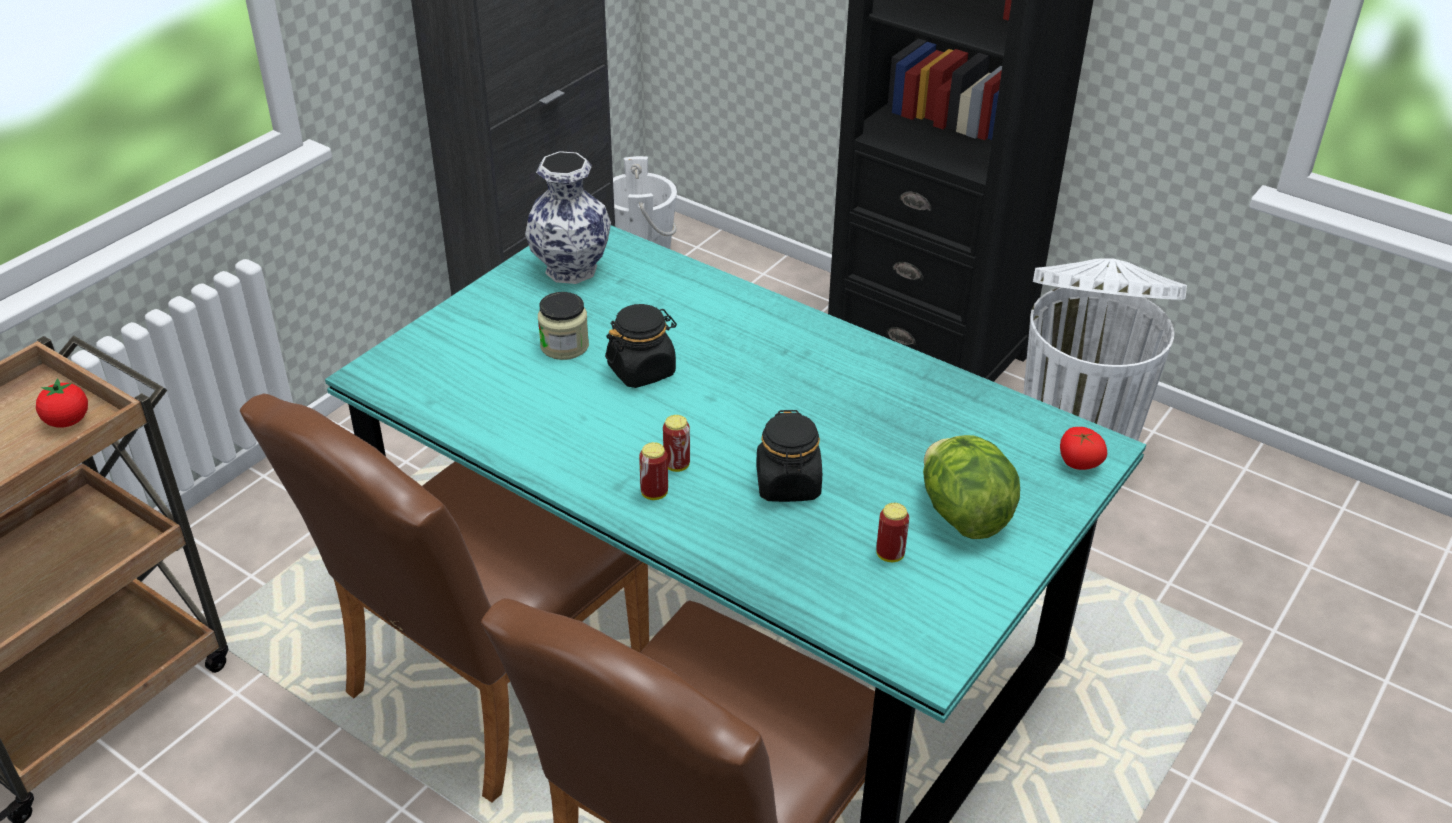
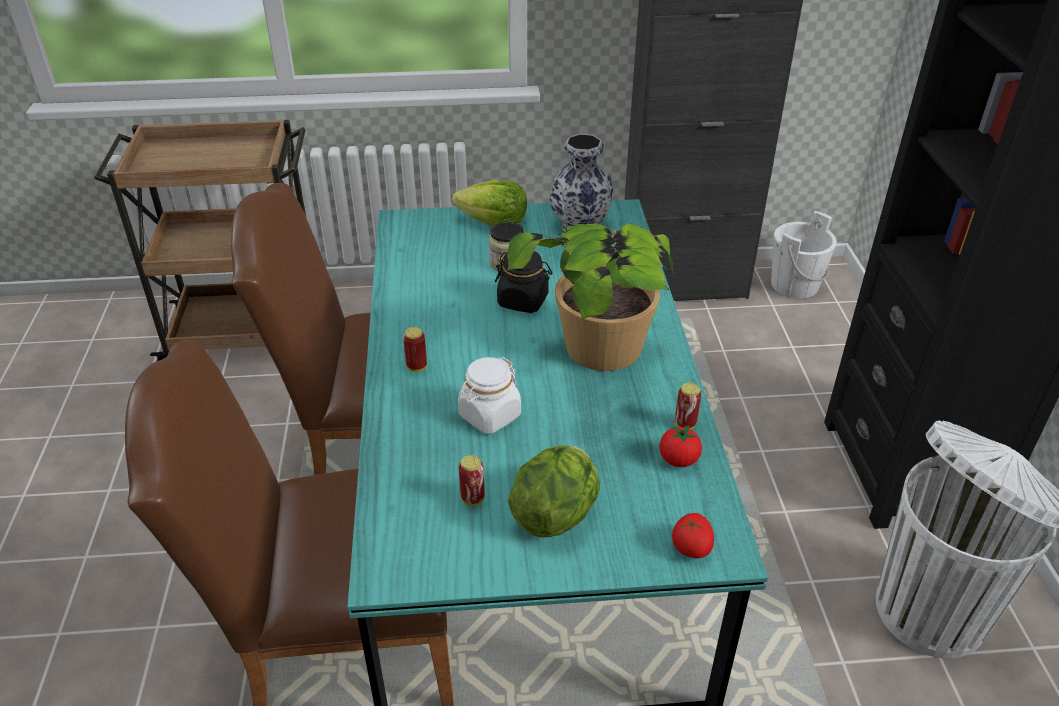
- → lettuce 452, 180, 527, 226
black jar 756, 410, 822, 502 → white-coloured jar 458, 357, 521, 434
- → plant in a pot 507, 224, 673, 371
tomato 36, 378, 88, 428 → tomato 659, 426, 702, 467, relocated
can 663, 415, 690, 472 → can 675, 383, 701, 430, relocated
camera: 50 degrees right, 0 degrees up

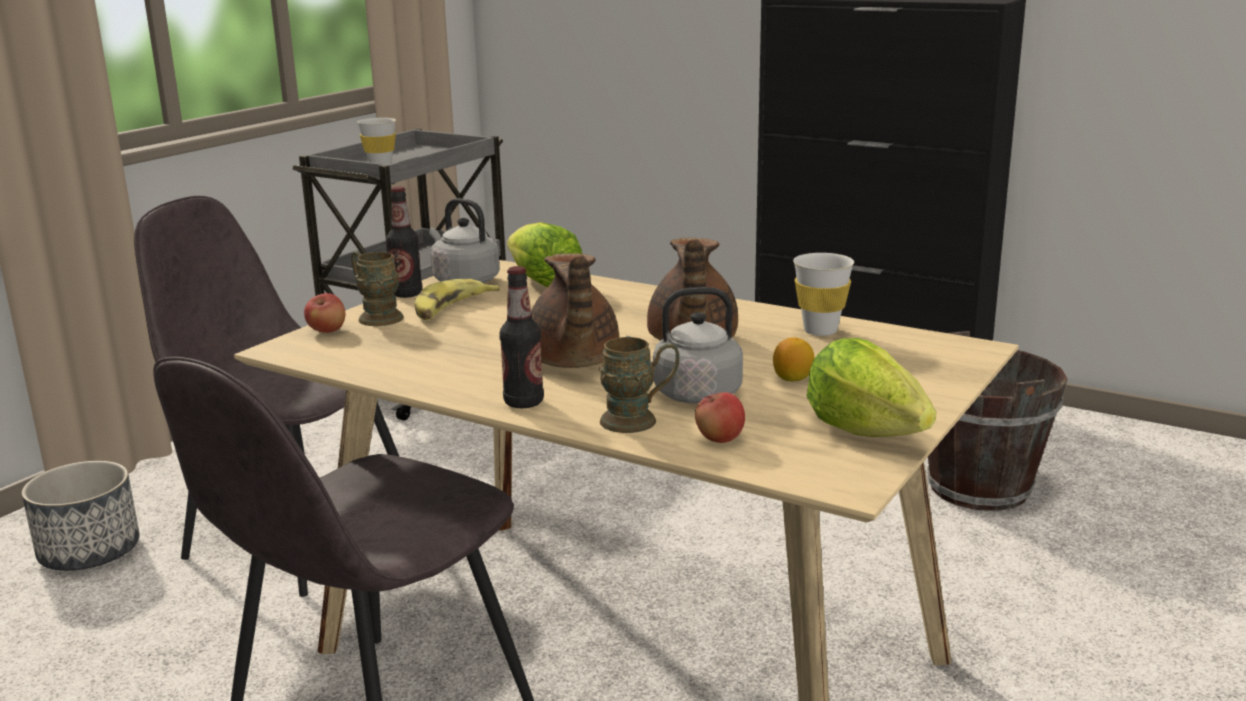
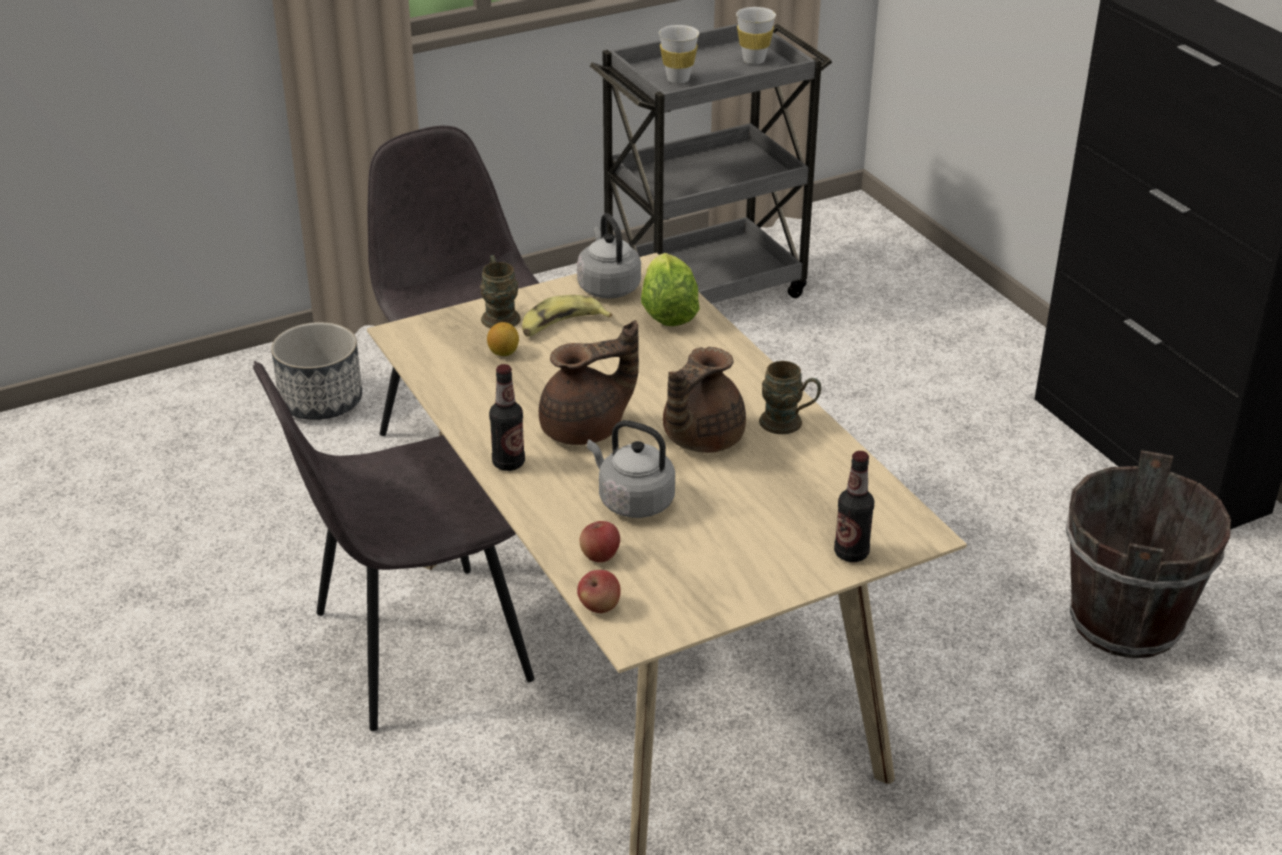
whole lemon 773, 337, 814, 381 → whole lemon 487, 322, 519, 356, relocated
brown-coloured teapot 531, 253, 619, 368 → brown-coloured teapot 539, 320, 639, 445, 135 degrees counterclockwise
apple 304, 293, 345, 333 → apple 577, 570, 621, 613, relocated
white-coloured drinking cup 793, 253, 854, 336 → white-coloured drinking cup 736, 7, 776, 64, relocated
brown-coloured coffee mug 599, 337, 679, 433 → brown-coloured coffee mug 759, 361, 821, 434, relocated
drink bottle 386, 187, 423, 298 → drink bottle 834, 451, 874, 562, relocated
lettuce 806, 338, 936, 437 → -
camera: 30 degrees right, 15 degrees up

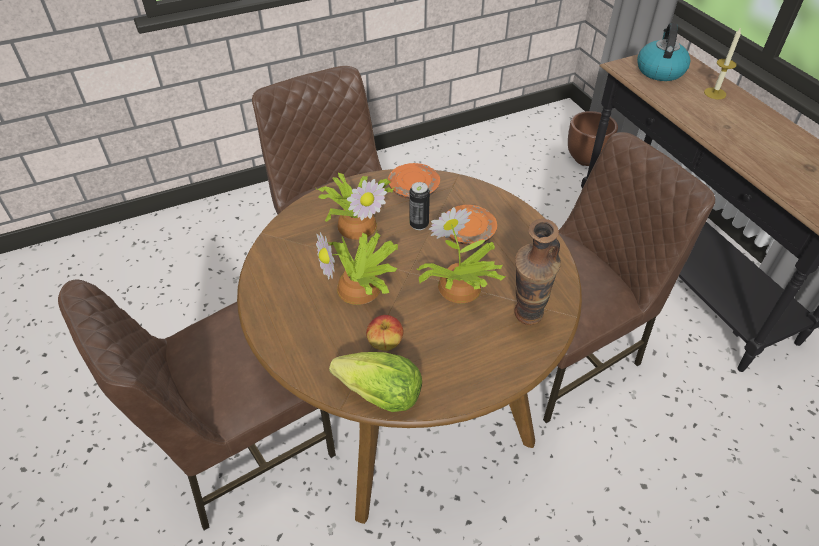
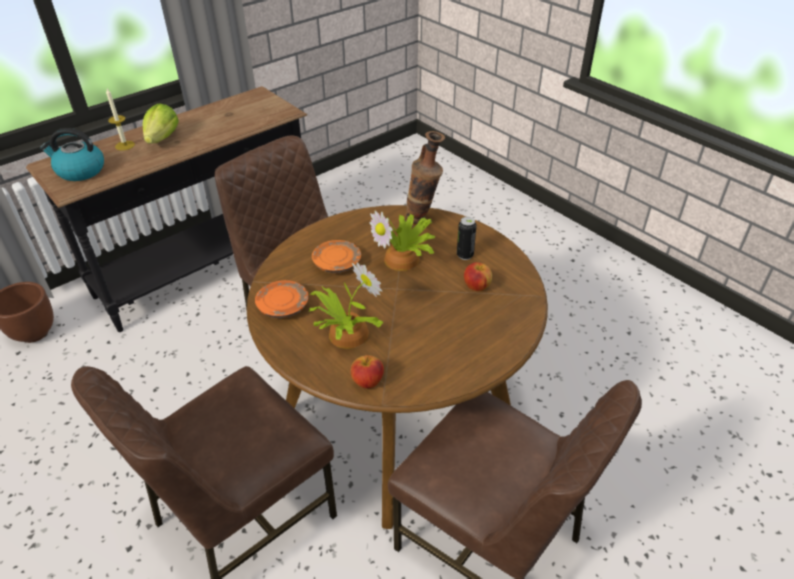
lettuce 329, 352, 422, 412 → lettuce 143, 103, 179, 144, relocated
- → apple 351, 355, 384, 388
can 409, 182, 430, 230 → can 457, 217, 477, 260, relocated
plant in a pot 316, 232, 398, 305 → -
camera: 105 degrees left, 5 degrees down

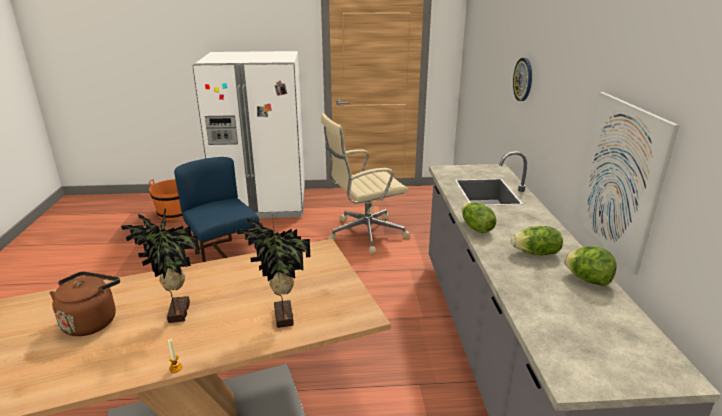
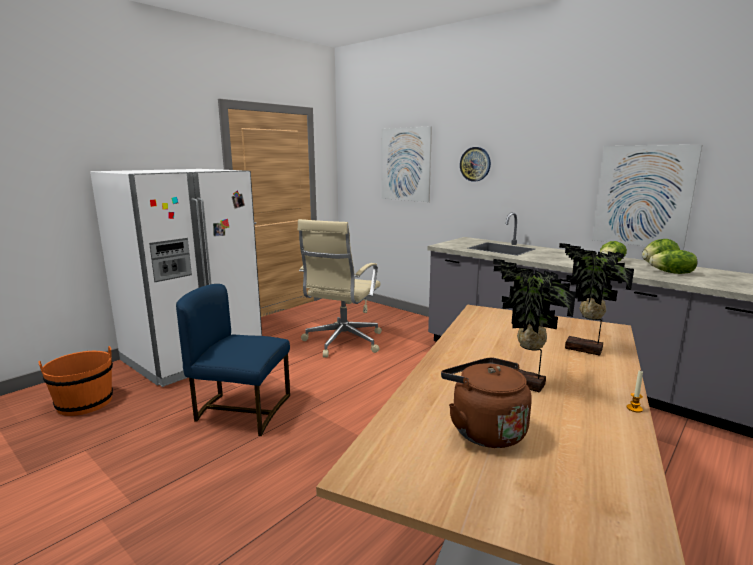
- → picture 381, 126, 432, 202
lettuce 462, 202, 496, 233 → lettuce 649, 250, 697, 274, relocated
camera: 45 degrees left, 10 degrees down

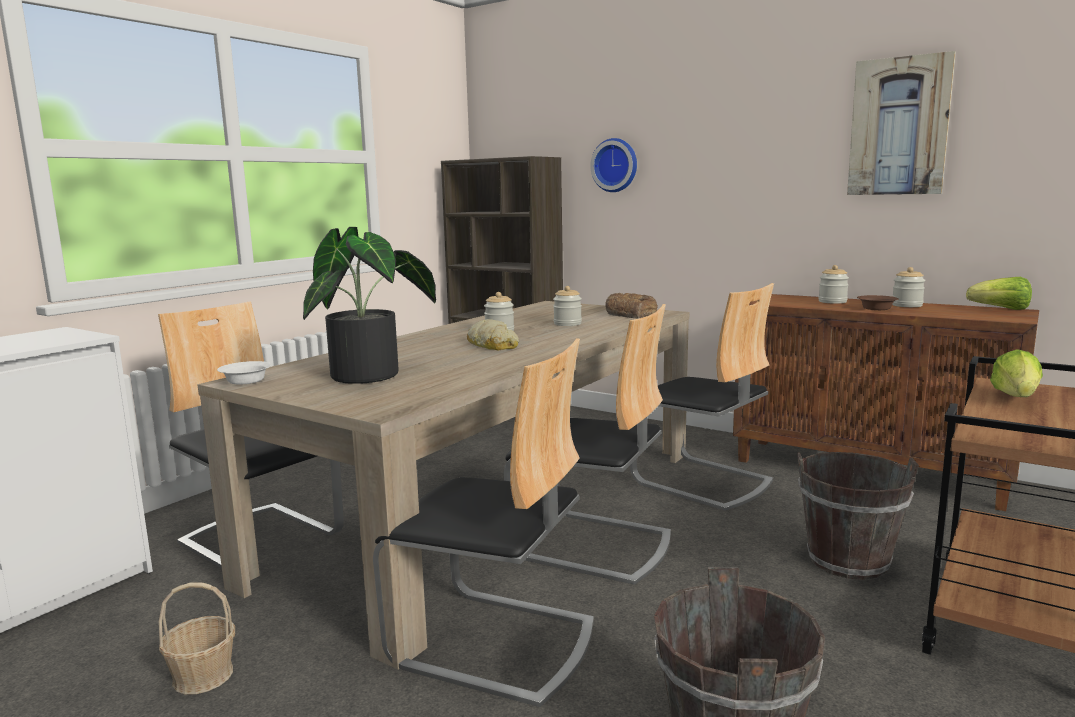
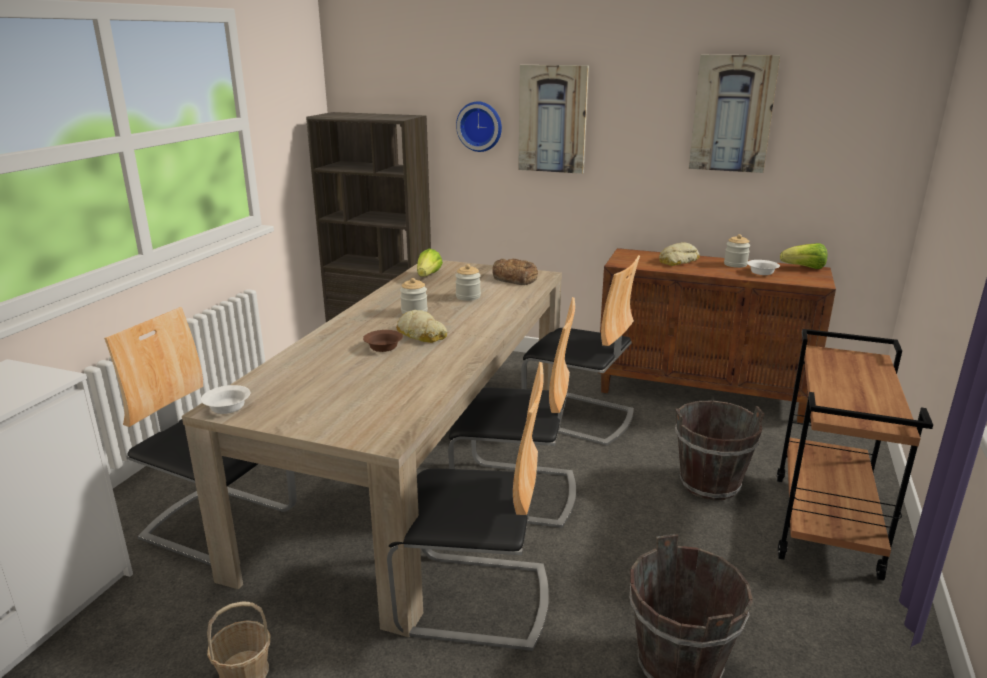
brown-coloured bowl 857, 295, 898, 310 → brown-coloured bowl 363, 330, 403, 352, relocated
lettuce 990, 349, 1043, 397 → lettuce 417, 249, 443, 277, relocated
- → picture 518, 65, 589, 174
jar 818, 265, 849, 304 → bread 659, 243, 700, 266
- → white-coloured bowl 747, 260, 780, 275
plant in a pot 303, 227, 436, 384 → -
camera: 15 degrees left, 10 degrees up

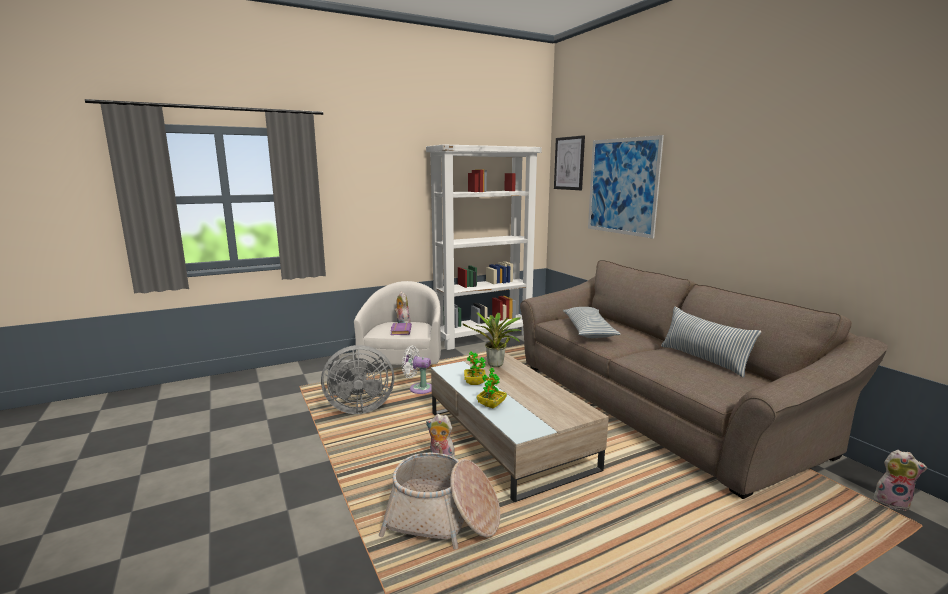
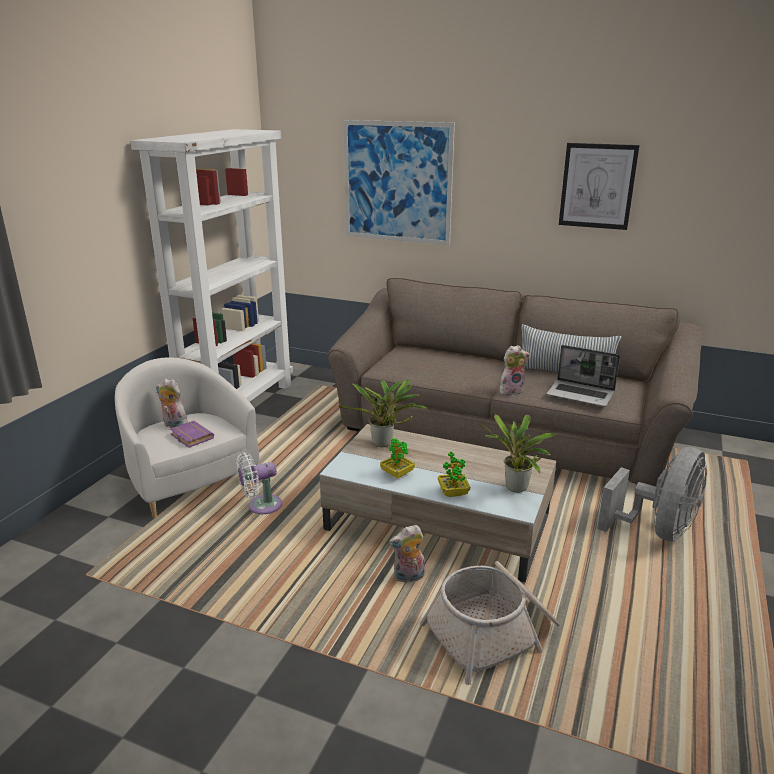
- → plant in a pot 481, 415, 558, 493
cuddly toy 874, 450, 927, 511 → cuddly toy 500, 345, 530, 395, relocated
- → portable computer 547, 345, 620, 407
picture 554, 135, 585, 190 → picture 559, 143, 639, 230, relocated
gray cooling fan 321, 345, 394, 414 → gray cooling fan 597, 447, 707, 542, relocated
throw pillow 563, 307, 621, 338 → -
camera: 40 degrees left, 10 degrees up

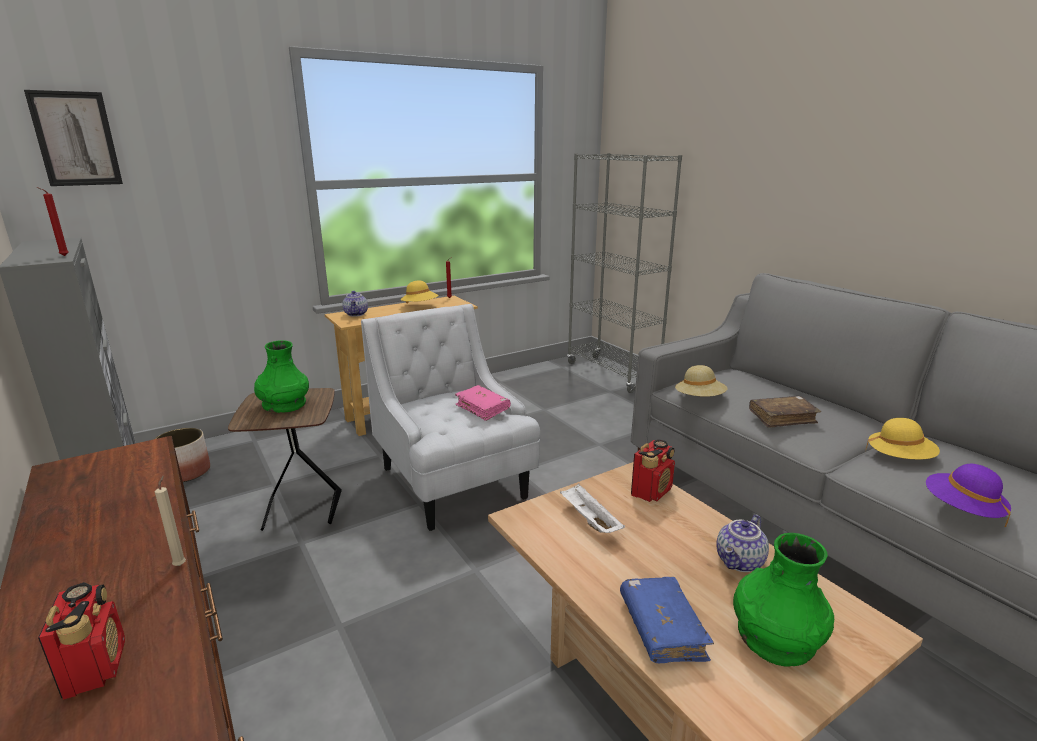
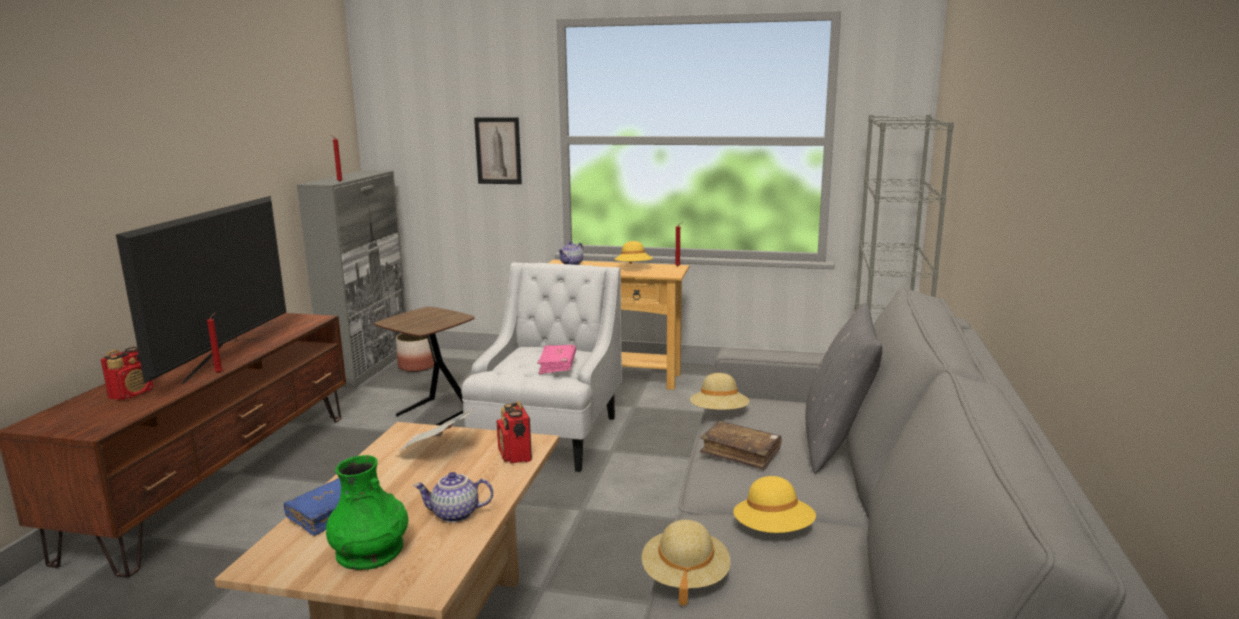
- → TV set 116, 196, 286, 385
beige wax candle 155, 475, 186, 566 → red-coloured wax candle 207, 312, 223, 373
white-coloured carrying tray 560, 484, 625, 533 → newspaper 399, 408, 473, 451
picture 24, 90, 123, 186 → picture 474, 117, 522, 184, relocated
radio 631, 439, 675, 502 → radio 497, 401, 532, 463, 75 degrees clockwise
purple clothing hat 926, 464, 1011, 527 → beige clothing hat 642, 520, 731, 606
- → gray throw pillow 806, 303, 882, 474
green-coloured decorative vase 254, 340, 309, 413 → -
camera: 45 degrees right, 5 degrees down

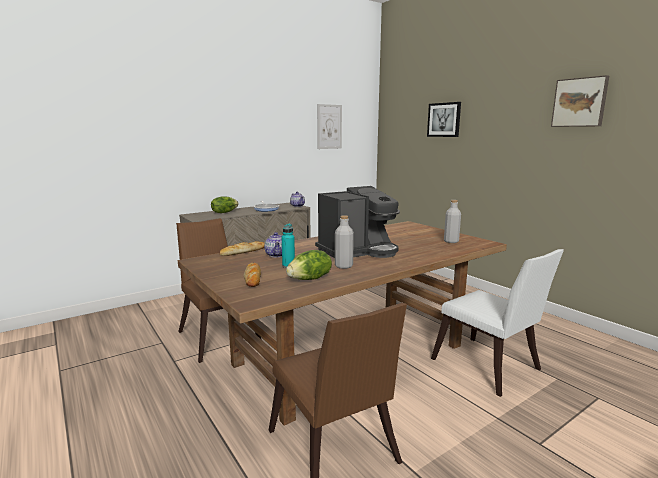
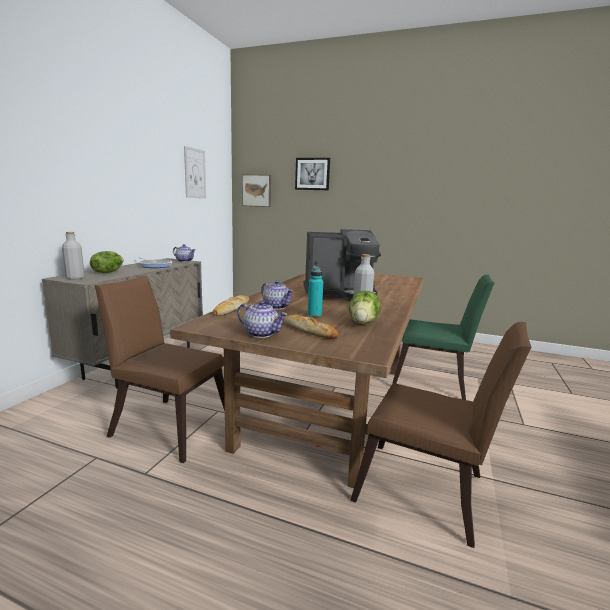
gray drink bottle 444, 200, 461, 243 → gray drink bottle 62, 232, 85, 280, relocated
- → teapot 237, 300, 287, 338
picture 551, 75, 609, 127 → picture 242, 174, 271, 207, relocated
coffee machine 315, 186, 400, 258 → coffee machine 303, 229, 381, 301, 60 degrees clockwise
white-coloured plain chair 431, 249, 564, 397 → green-coloured plain chair 392, 274, 494, 400
camera: 35 degrees left, 0 degrees up

